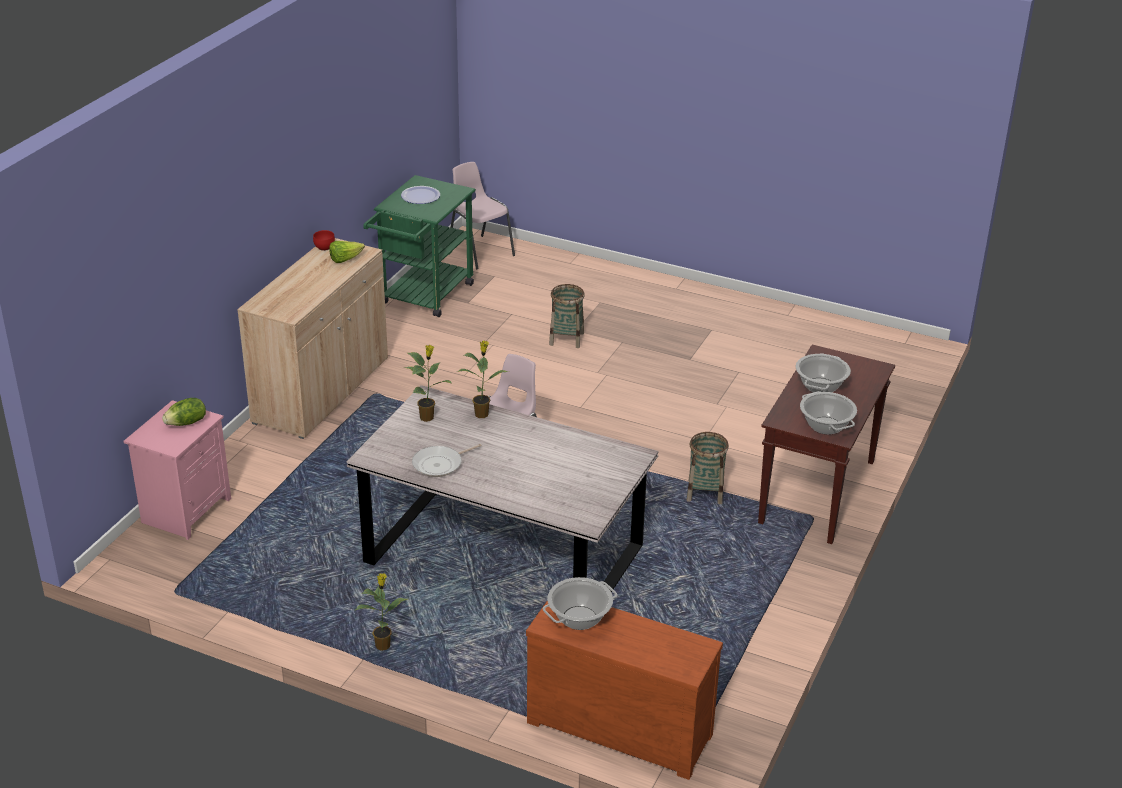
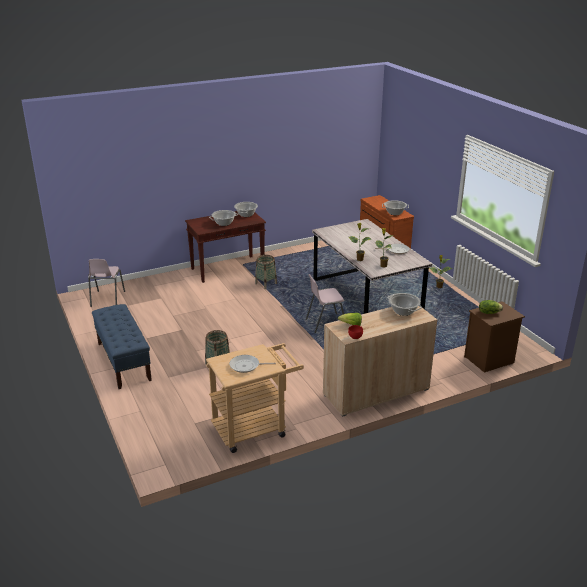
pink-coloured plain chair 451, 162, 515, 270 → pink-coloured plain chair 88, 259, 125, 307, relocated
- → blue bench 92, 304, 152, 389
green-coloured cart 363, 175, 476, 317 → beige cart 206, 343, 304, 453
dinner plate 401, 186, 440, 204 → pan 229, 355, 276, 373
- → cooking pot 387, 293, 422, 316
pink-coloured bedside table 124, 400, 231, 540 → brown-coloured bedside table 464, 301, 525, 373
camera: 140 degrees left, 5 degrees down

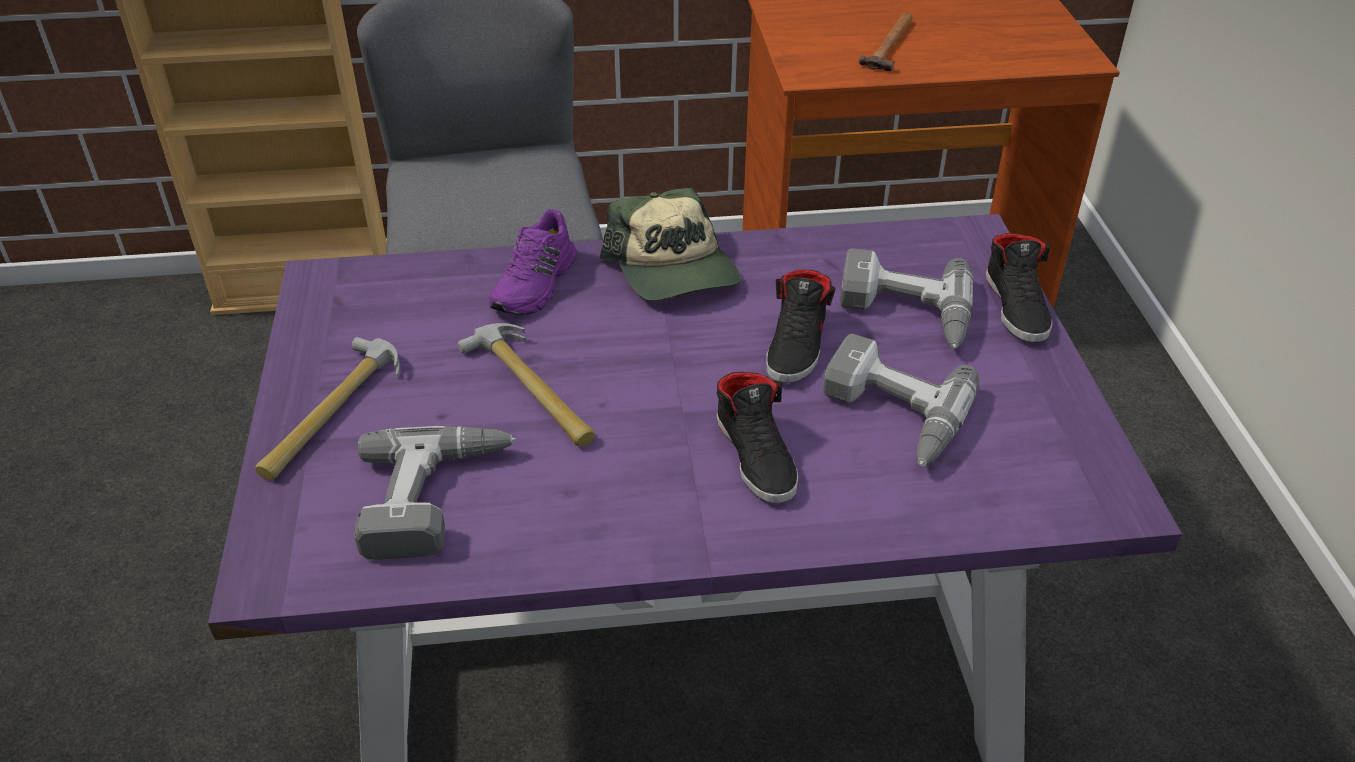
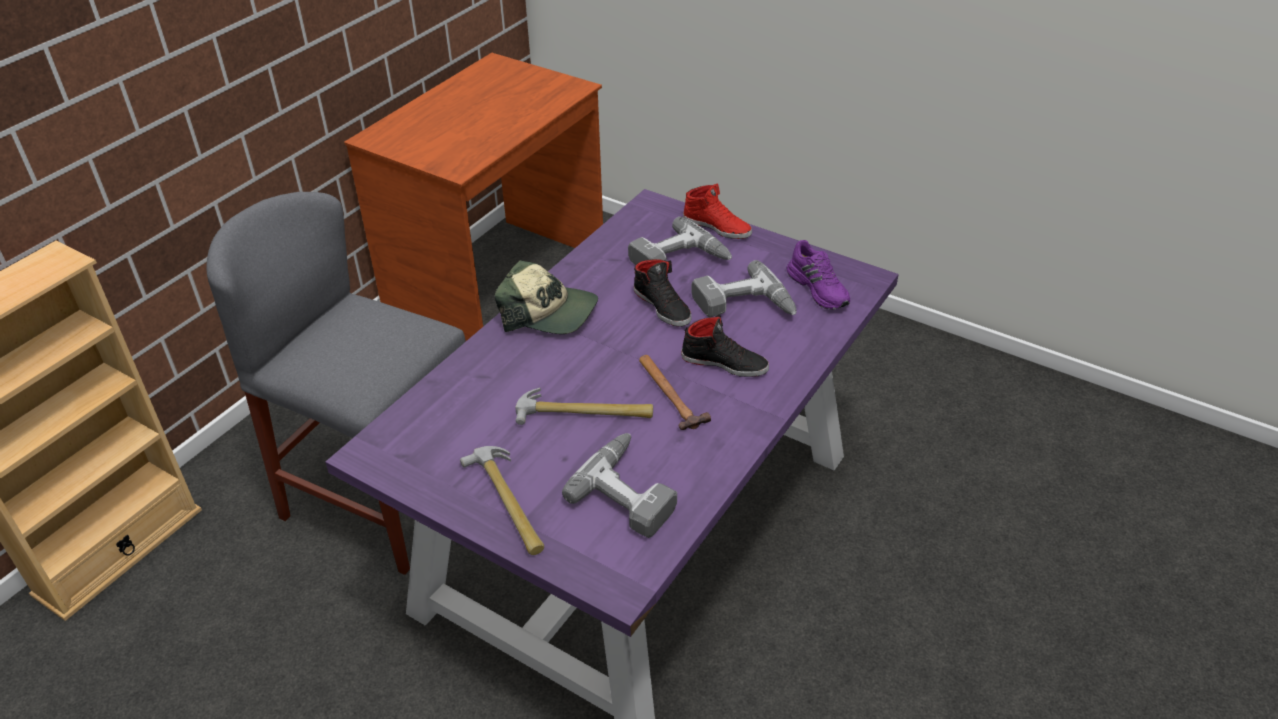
hand hammer 859, 13, 913, 72 → hand hammer 639, 355, 711, 430, relocated
black low shoe 986, 233, 1052, 342 → red-coloured low shoe 683, 184, 752, 239
purple low shoe 489, 209, 576, 315 → purple low shoe 787, 240, 850, 310, relocated
camera: 50 degrees left, 0 degrees up

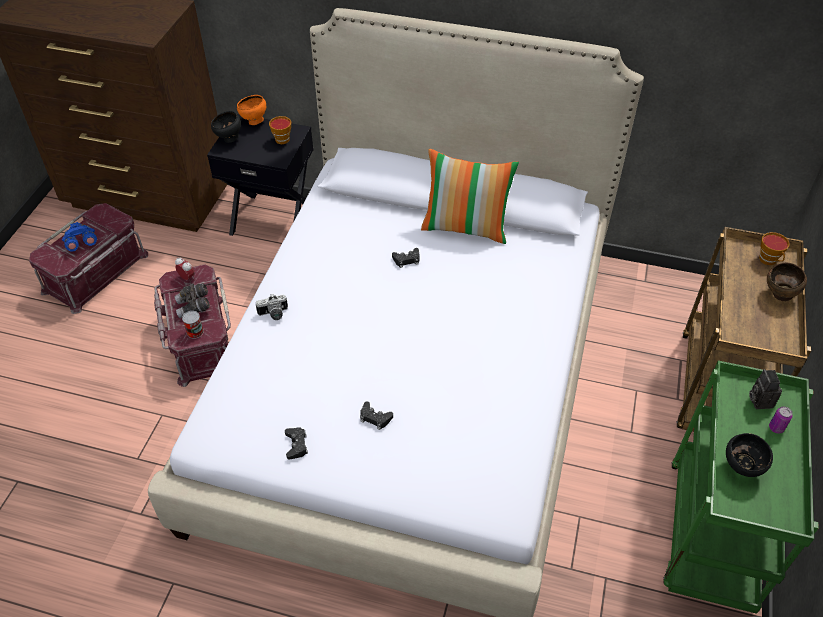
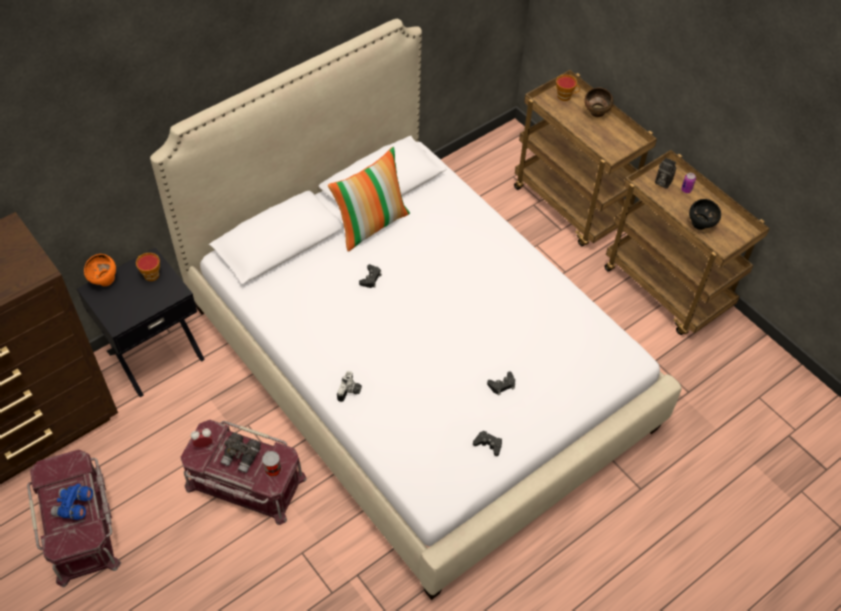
green-coloured cart 663, 361, 819, 614 → brown-coloured cart 604, 150, 770, 335
black bowl 211, 111, 241, 143 → -
camera: 55 degrees left, 5 degrees up

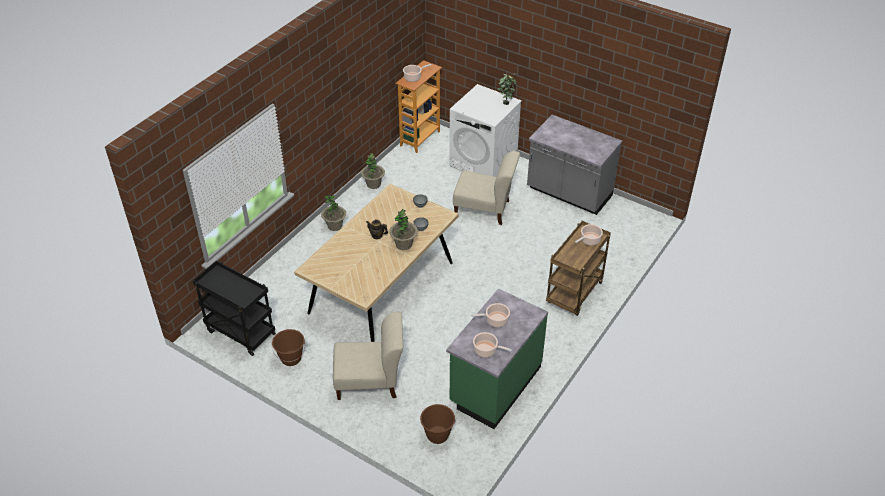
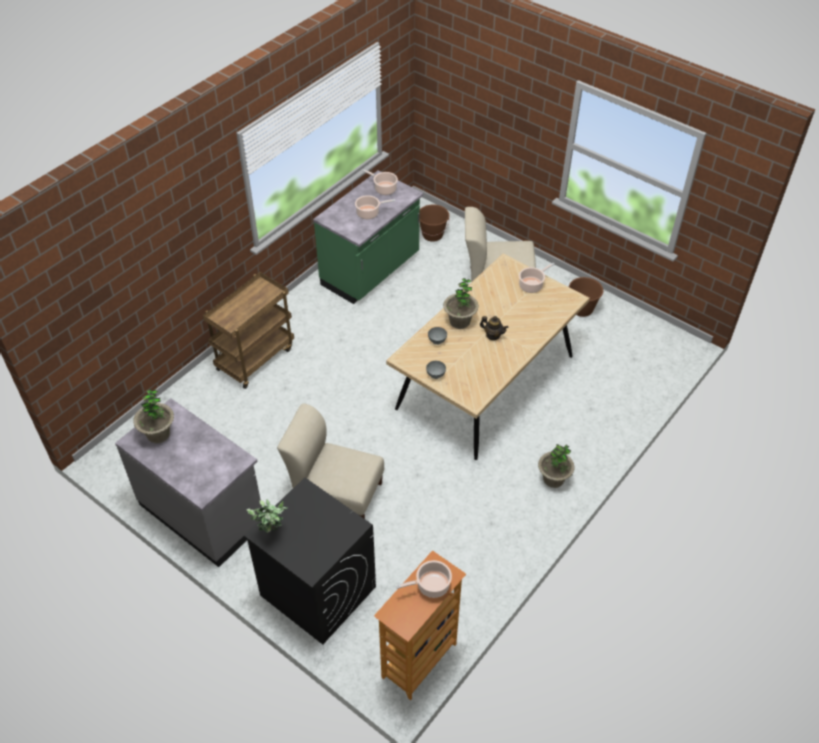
plant in a pot 361, 153, 385, 189 → plant in a pot 133, 389, 174, 443, relocated
white-coloured washing machine 449, 84, 522, 177 → black washing machine 244, 478, 376, 645
cooking pot 575, 224, 603, 246 → cooking pot 519, 263, 555, 293, relocated
black cart 193, 261, 276, 356 → -
camera: 175 degrees left, 5 degrees up

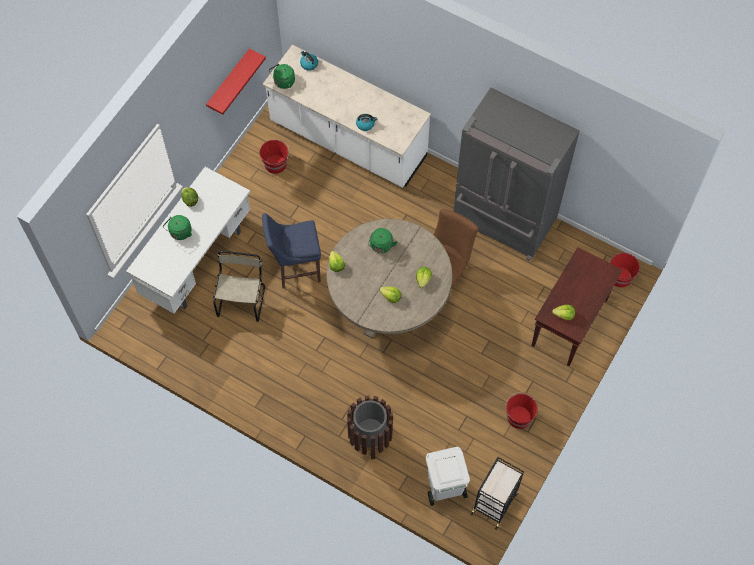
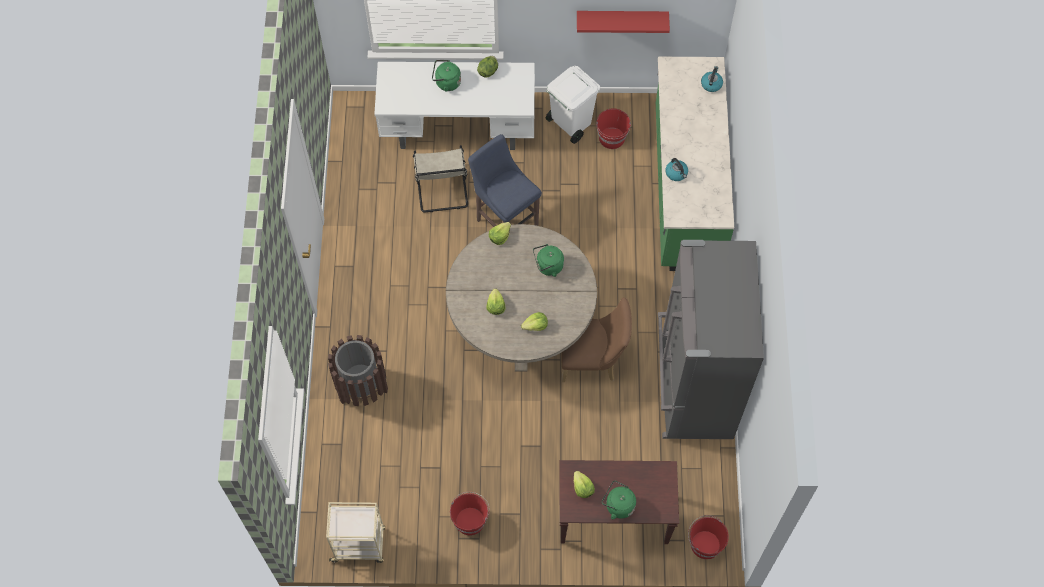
black cart 470, 457, 524, 530 → beige cart 326, 502, 385, 563
beige plain chair 213, 250, 265, 322 → beige plain chair 413, 145, 468, 212, 105 degrees clockwise
white-coloured trash can 426, 447, 470, 506 → white-coloured trash can 546, 66, 600, 144, relocated
green-coloured kettle 269, 64, 295, 89 → green-coloured kettle 602, 480, 636, 519, relocated
white-coloured kitchen base unit 263, 45, 431, 188 → green-coloured kitchen base unit 656, 57, 734, 271
camera: 60 degrees right, 0 degrees up

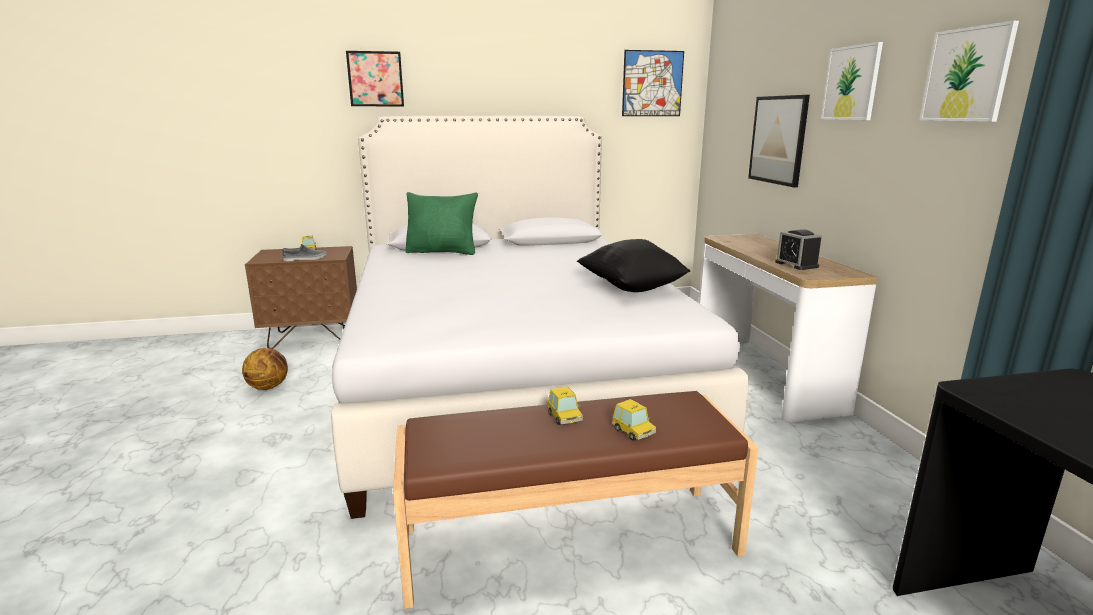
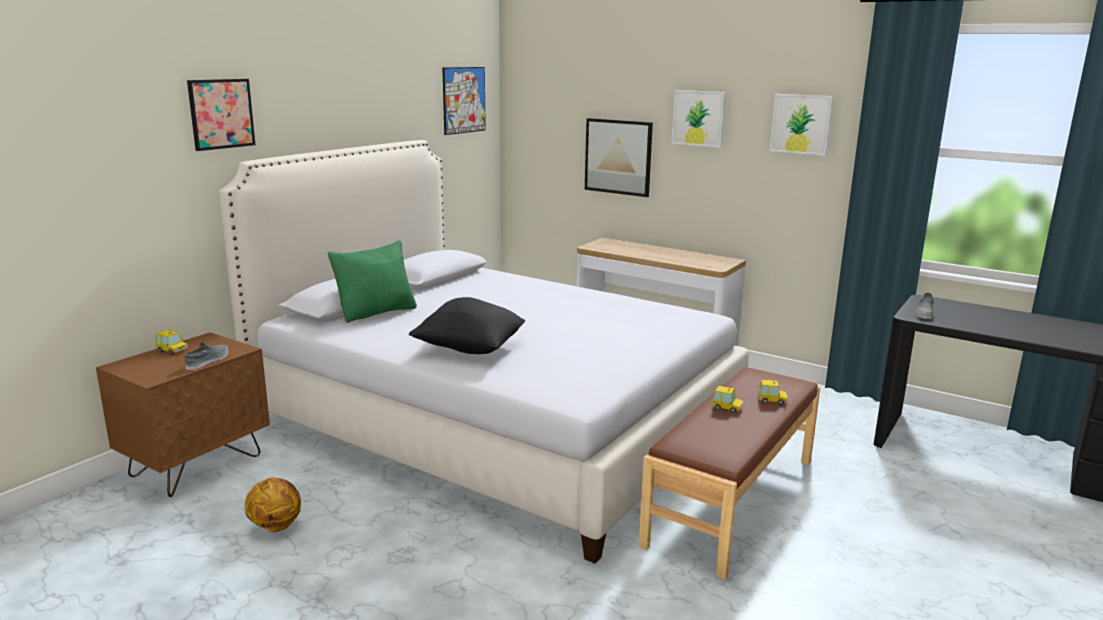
black throw pillow 577, 239, 690, 292 → black throw pillow 409, 297, 526, 354, relocated
- → gray low shoe 914, 293, 934, 319
bedside clock 775, 229, 822, 270 → -
camera: 45 degrees left, 0 degrees up

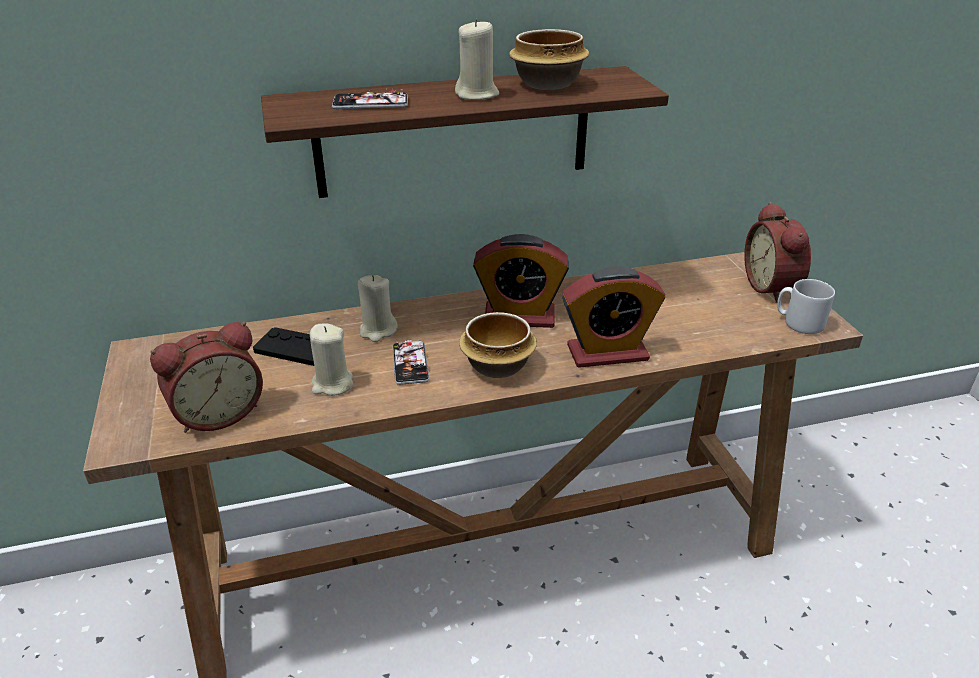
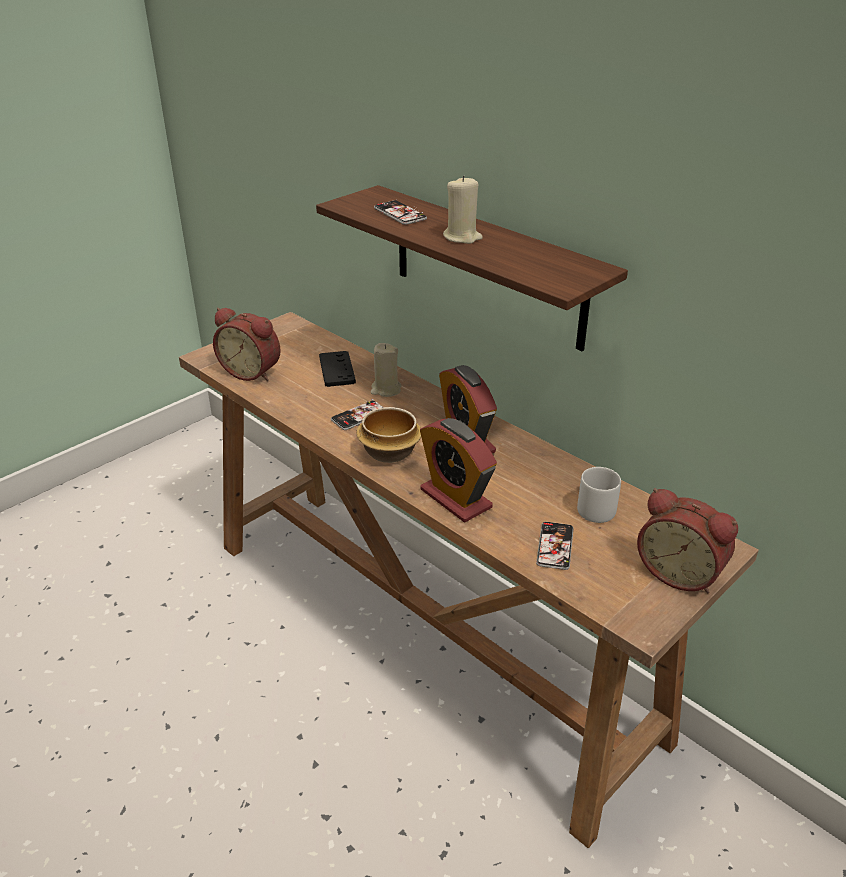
- → handset 536, 522, 574, 570
gray coffee mug 777, 279, 835, 334 → gray coffee mug 577, 467, 621, 523, relocated
bedside clock 744, 202, 811, 303 → bedside clock 637, 488, 738, 593, 105 degrees counterclockwise
beige wax candle 310, 324, 353, 396 → -
bowl 509, 29, 589, 90 → -
camera: 60 degrees right, 0 degrees up

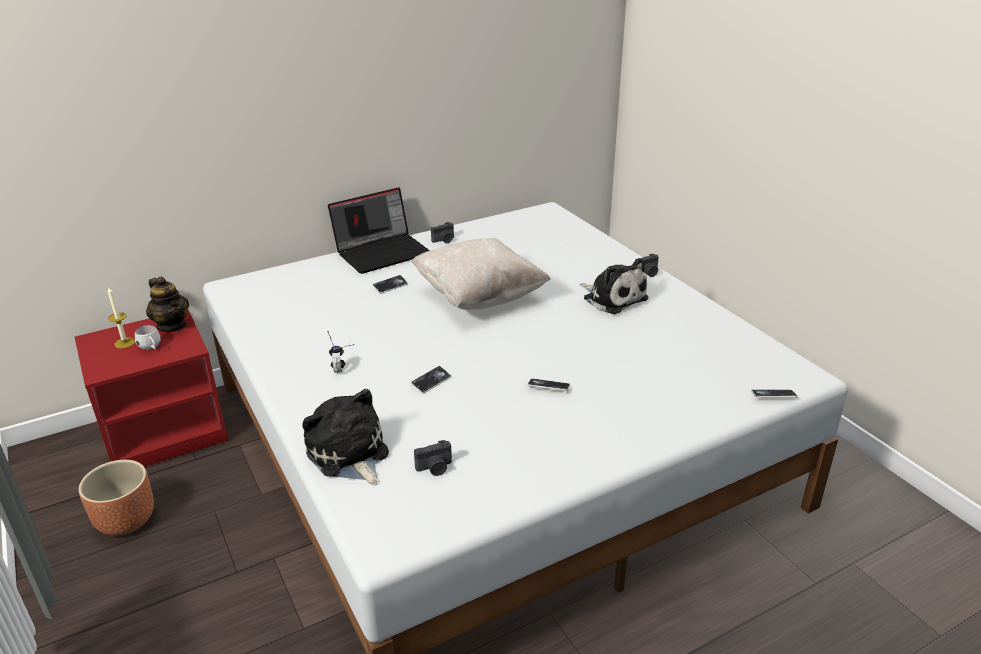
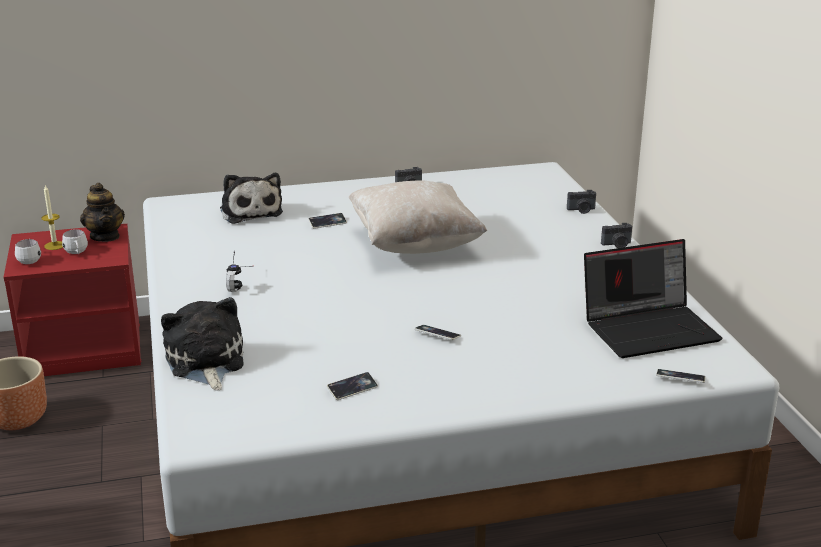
- → white-coloured coffee mug 15, 239, 41, 264
cuddly toy 580, 258, 649, 314 → cuddly toy 220, 173, 283, 224, relocated
handset 411, 366, 451, 394 → handset 327, 372, 378, 400, relocated
photo camera 414, 440, 452, 476 → photo camera 567, 190, 596, 214, relocated
portable computer 328, 187, 430, 274 → portable computer 584, 239, 722, 358, relocated
camera: 15 degrees right, 5 degrees down

